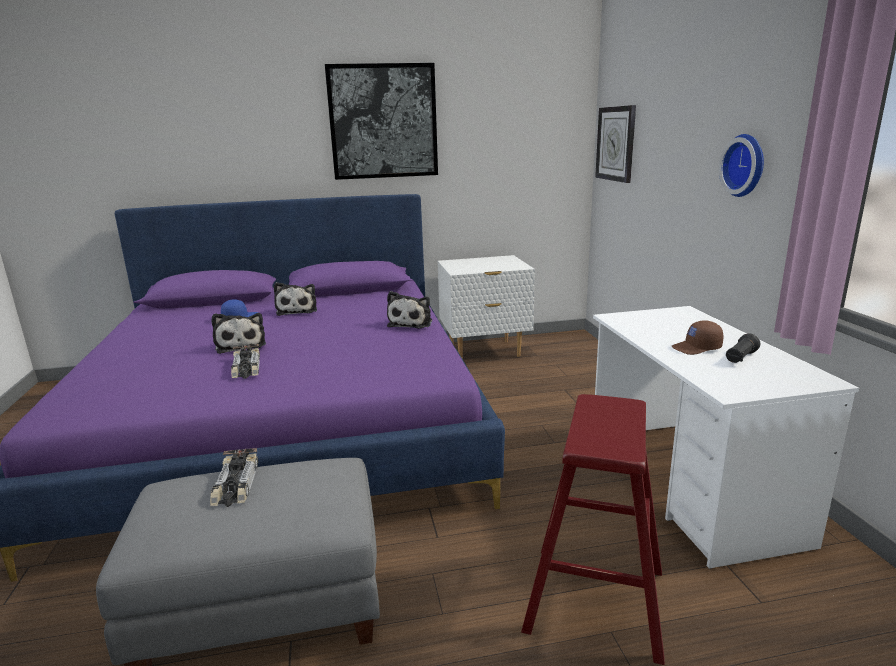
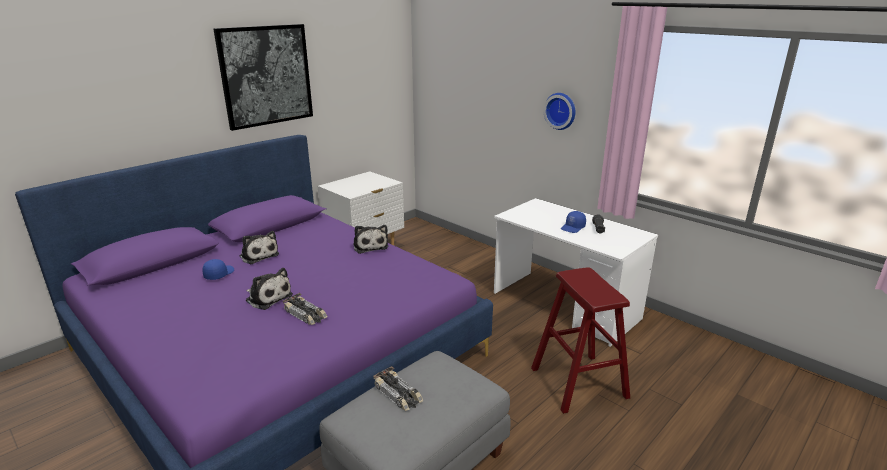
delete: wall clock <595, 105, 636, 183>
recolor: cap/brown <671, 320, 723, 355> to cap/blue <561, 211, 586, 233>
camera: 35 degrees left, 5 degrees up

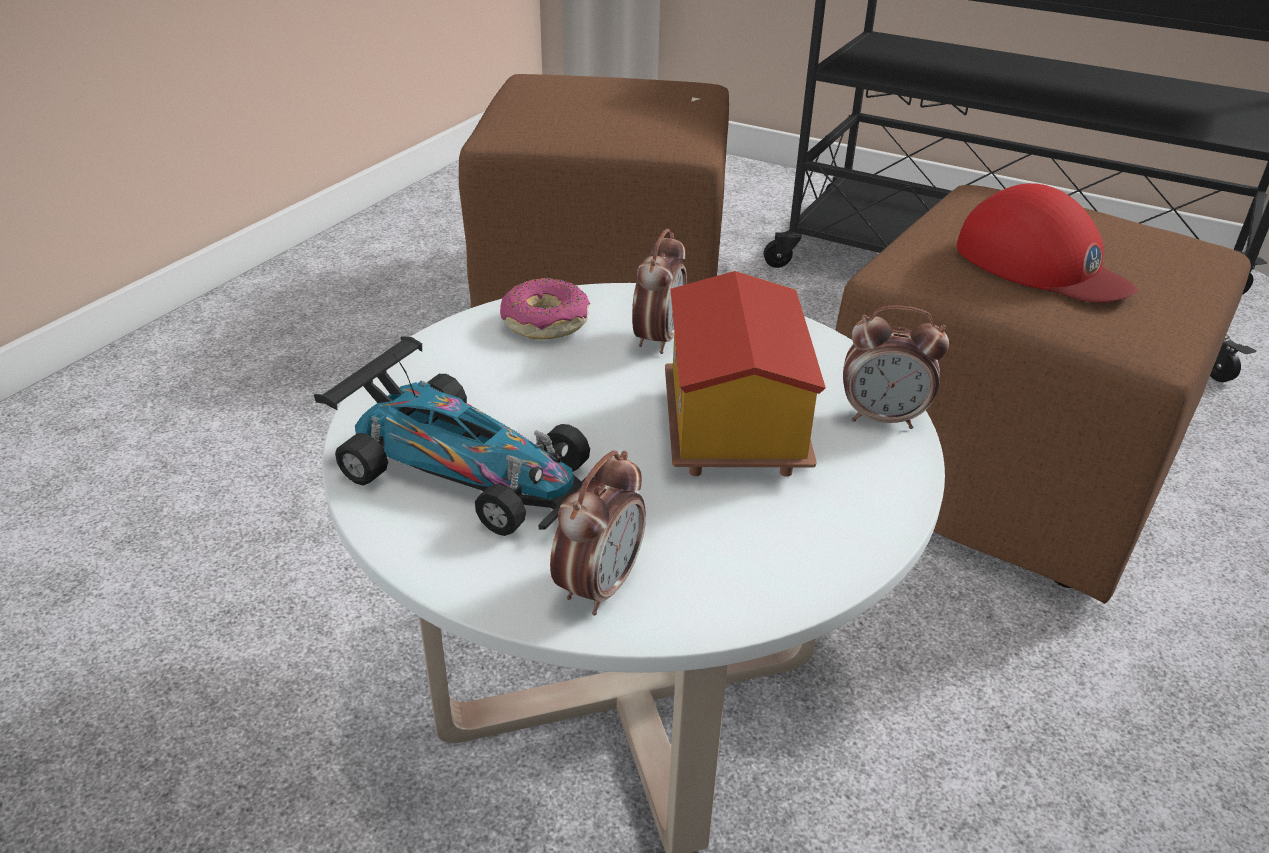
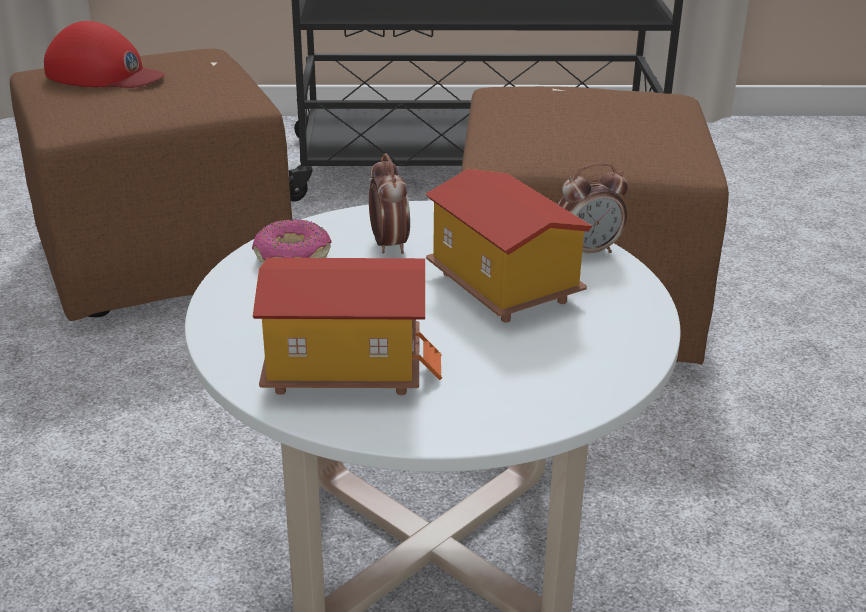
delete: alarm clock <550, 450, 646, 616>
move: cap/red <957, 183, 1137, 303> to <44, 21, 165, 88>
replace: toy car <314, 336, 594, 536> to toy house <253, 258, 442, 395>
camera: 30 degrees left, 5 degrees down

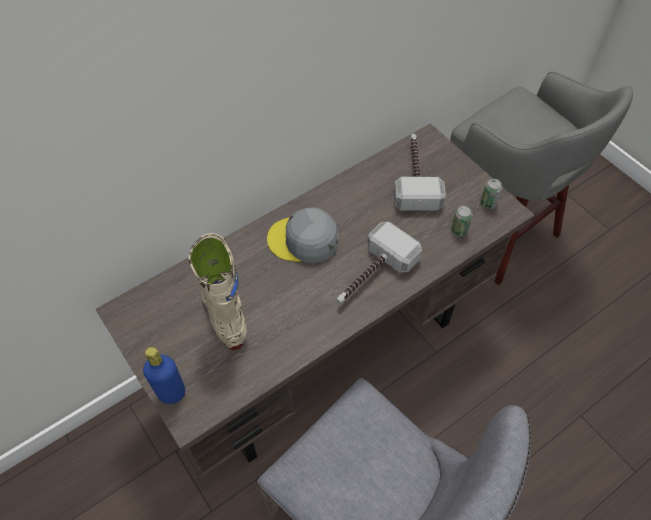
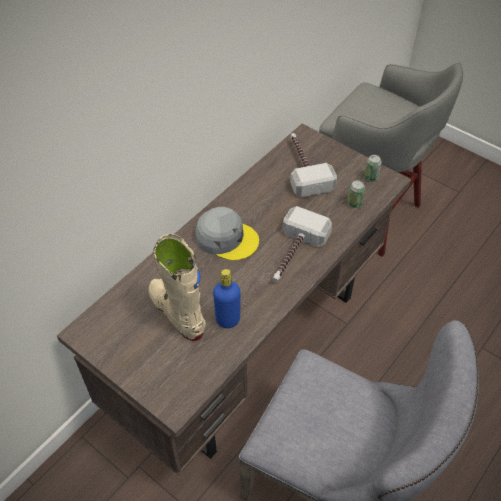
move: bottle/blue <143, 347, 185, 404> to <213, 269, 240, 328>
rotate: cap/grey <267, 207, 338, 263> = <195, 207, 259, 261> 150 degrees counterclockwise
camera: 15 degrees left, 5 degrees down

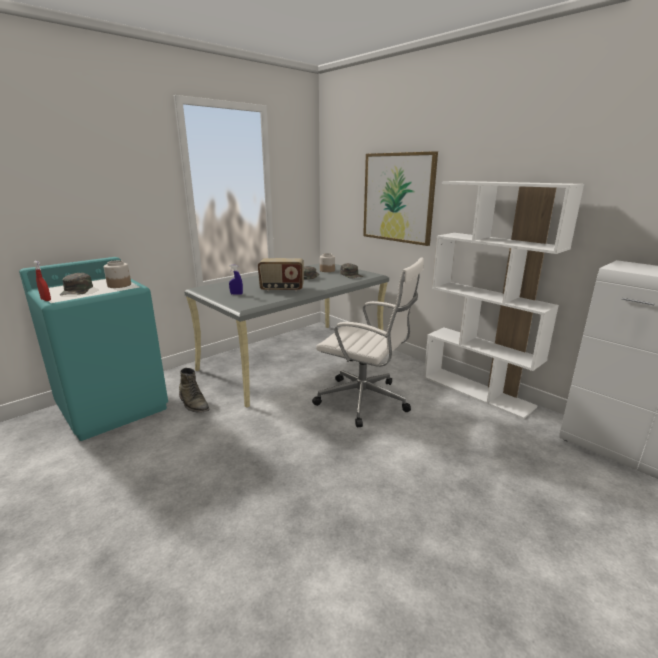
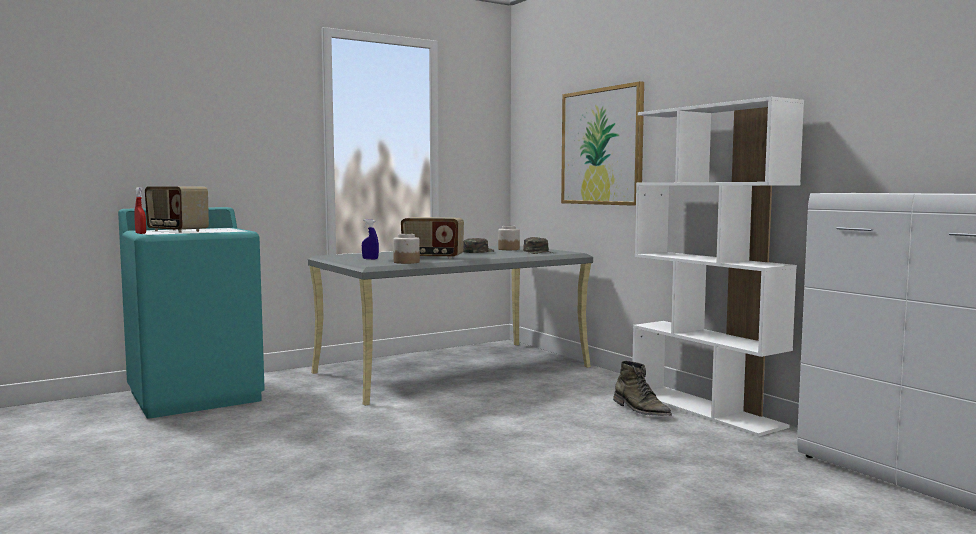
delete: office chair/white <312, 257, 424, 427>
move: jar <104, 260, 131, 288> to <393, 234, 420, 264>; boot/green <179, 368, 209, 413> to <613, 361, 672, 416>
replace: cap/green <60, 273, 93, 295> to radio <145, 186, 209, 233>
camera: 10 degrees right, 15 degrees down

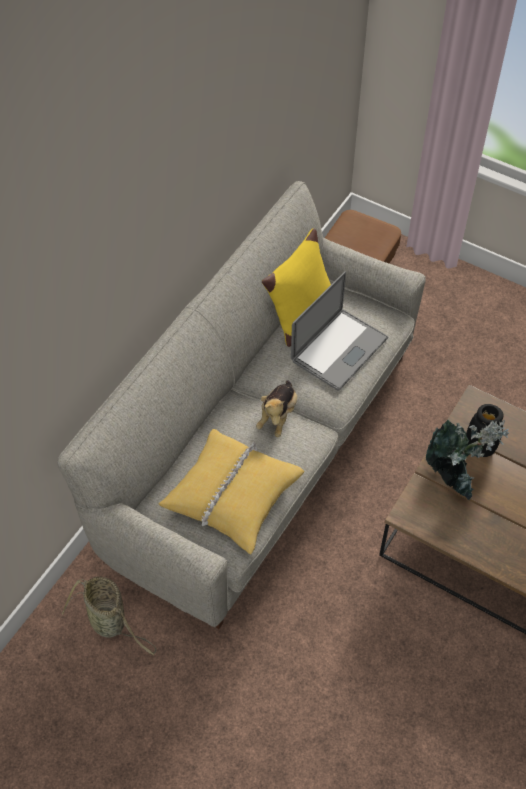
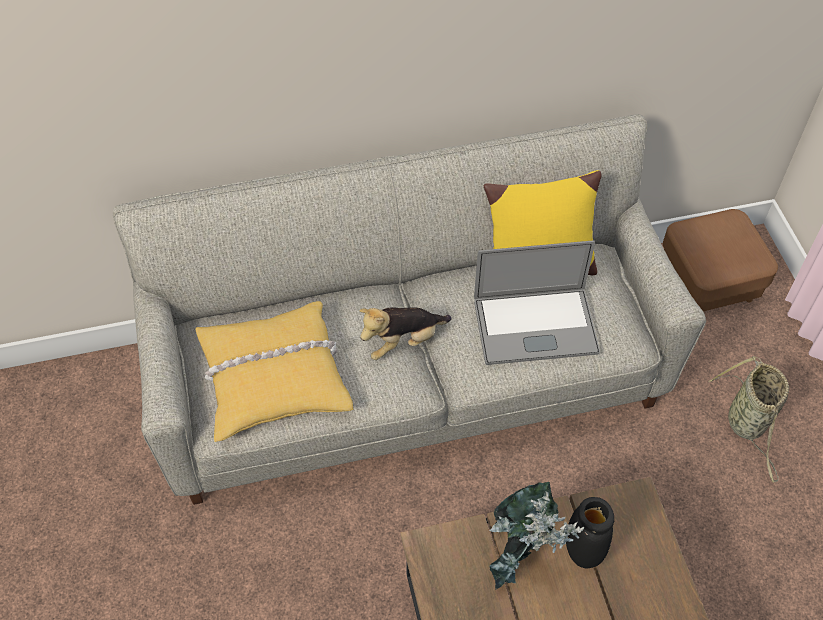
move: basket <62, 577, 157, 655> to <708, 356, 789, 483>
camera: 45 degrees right, 0 degrees up

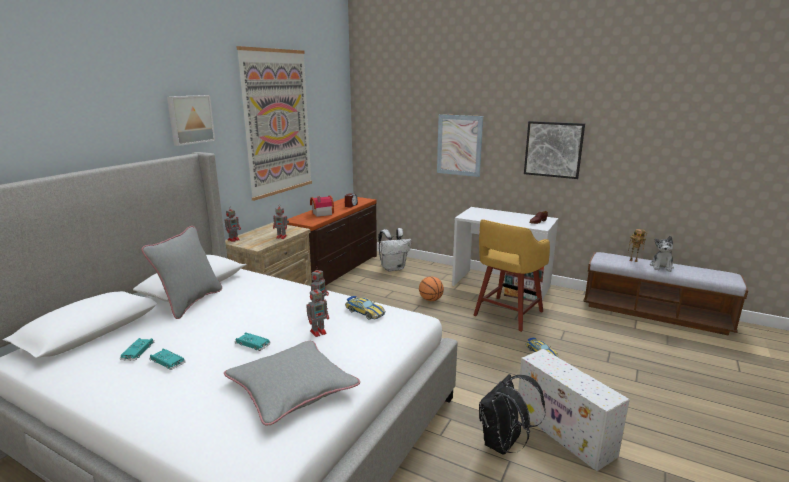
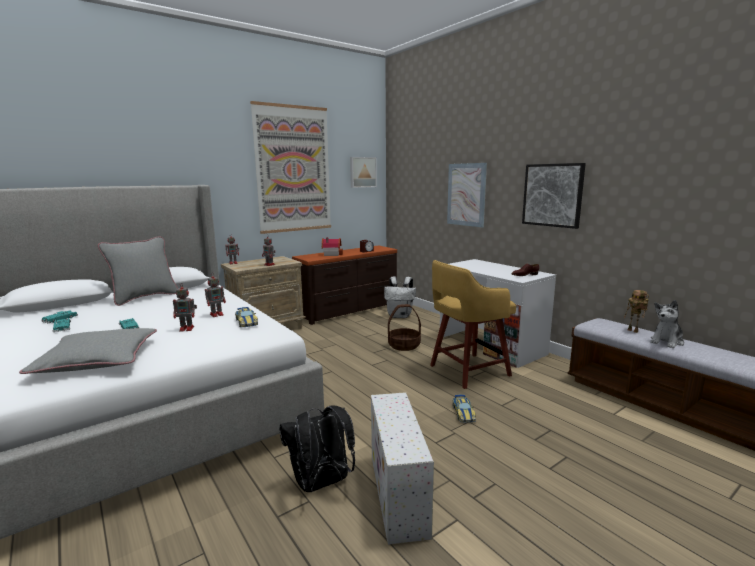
move: picture <167, 95, 215, 146> to <350, 157, 377, 188>
replace: basketball <419, 276, 444, 301> to basket <388, 304, 421, 351>
camera: 25 degrees right, 5 degrees down

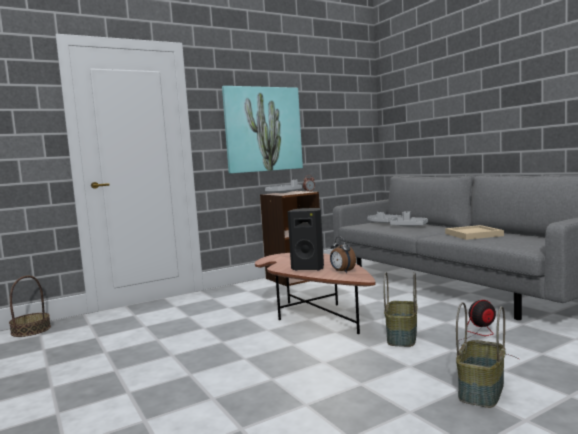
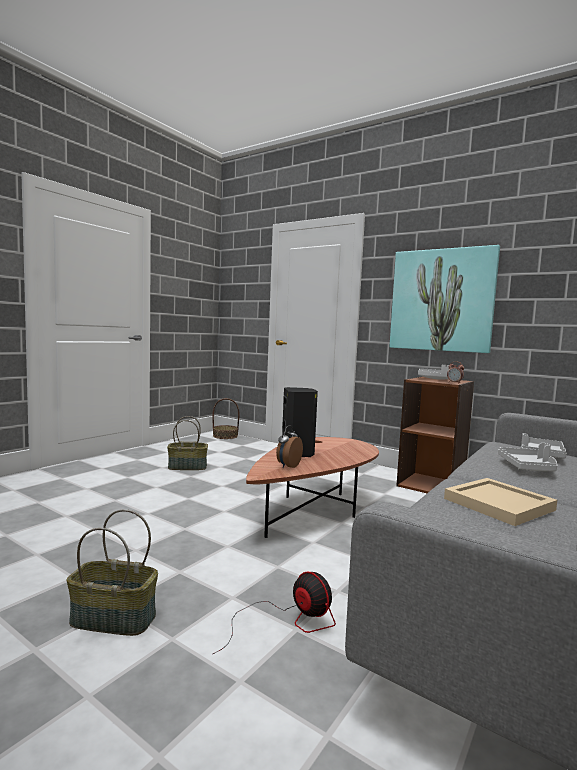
move: basket <383, 272, 418, 347> to <167, 416, 208, 470>
camera: 65 degrees right, 0 degrees up

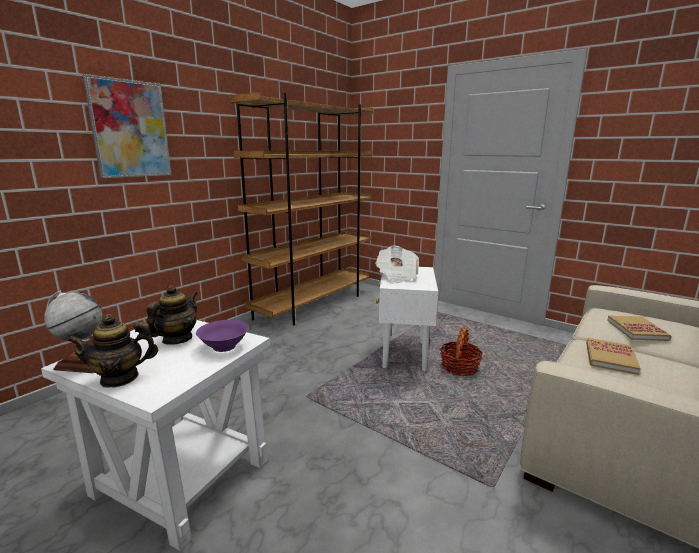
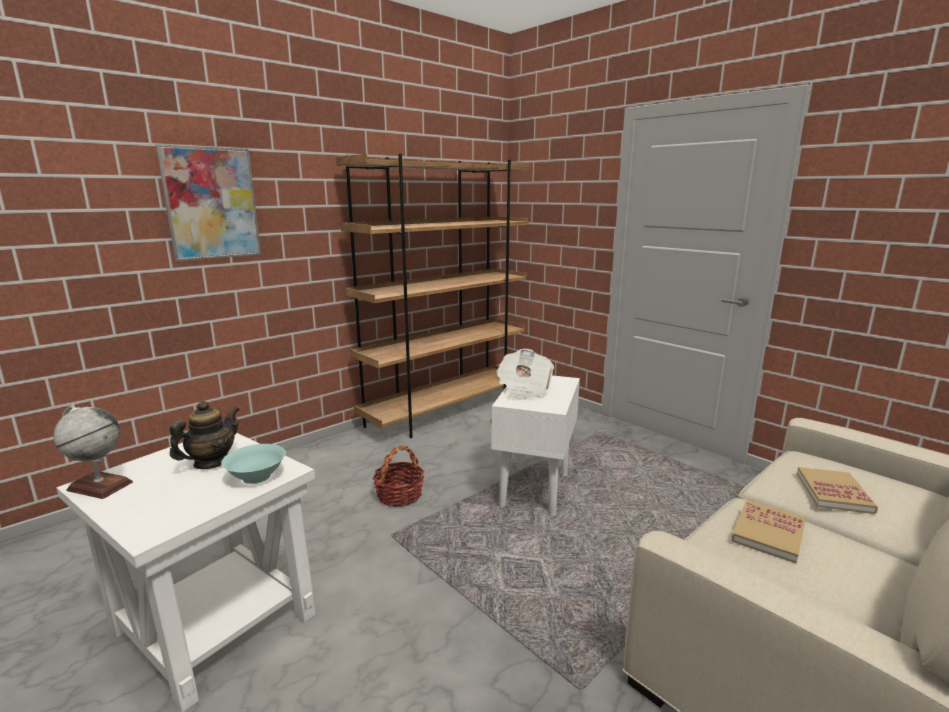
delete: teapot <68, 314, 158, 388>
move: basket <440, 327, 483, 376> to <372, 445, 424, 507>
recolor: bowl/purple <196, 320, 249, 352> to bowl/turquoise <221, 444, 286, 484>
camera: 10 degrees right, 0 degrees up

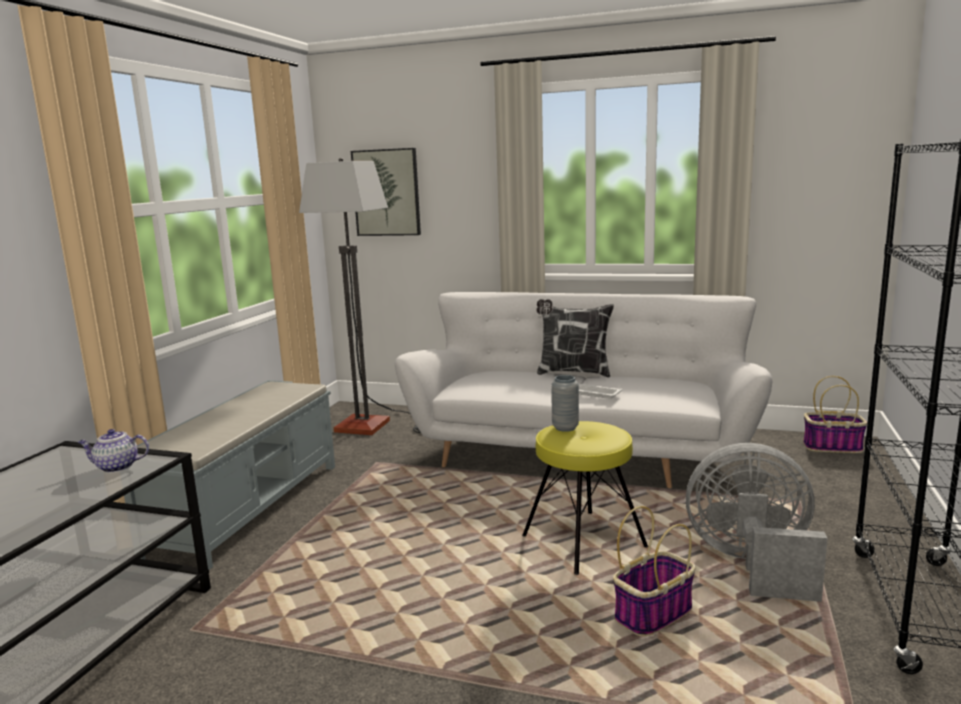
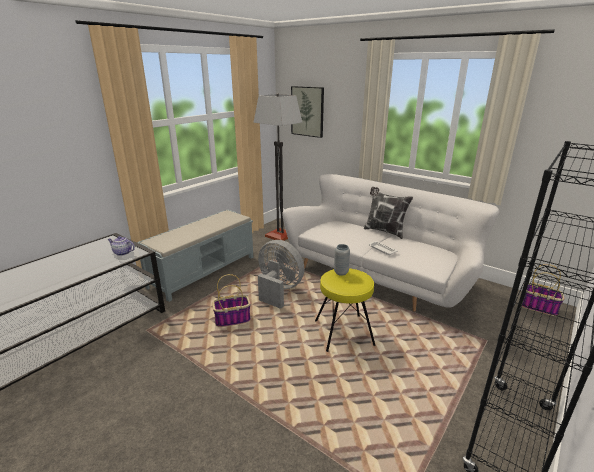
move: fan/grey <686, 443, 828, 602> to <258, 240, 304, 309>; basket <613, 506, 696, 636> to <212, 274, 251, 327>
camera: 20 degrees right, 10 degrees up

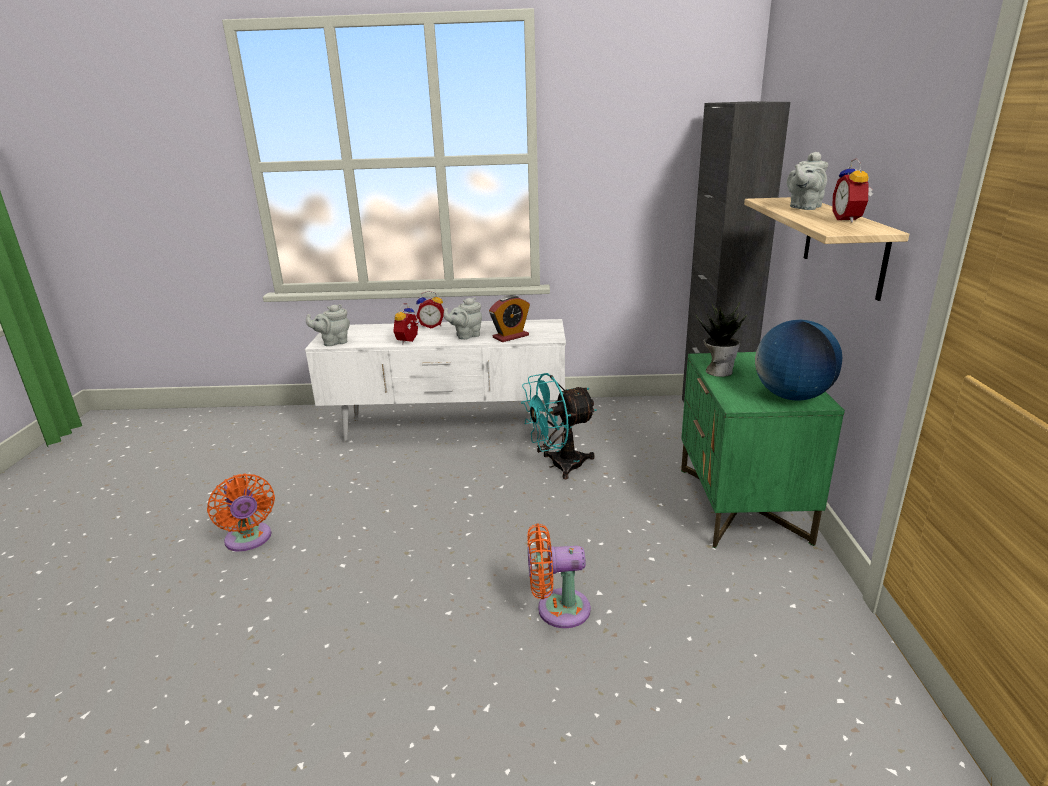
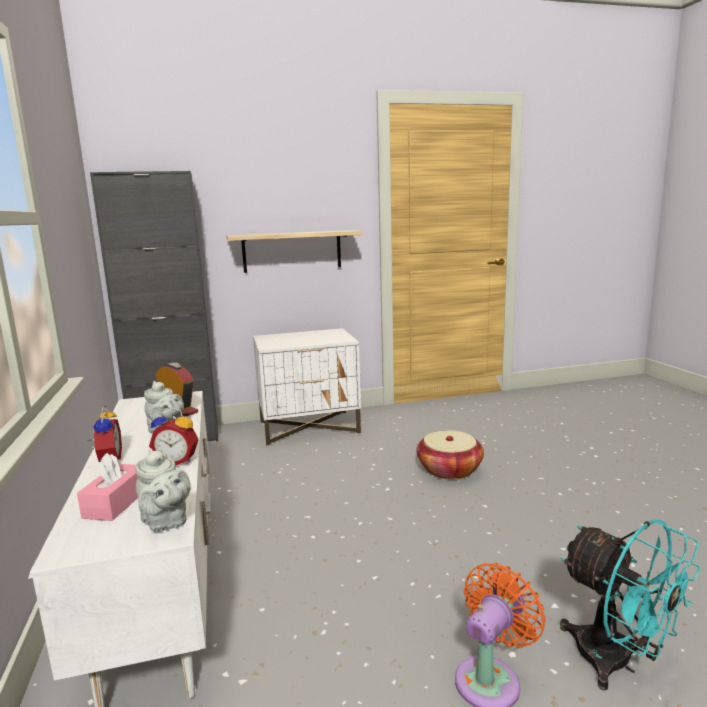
delete: teapot/grey <787, 152, 828, 210>; alarm clock <833, 158, 873, 223>; potted plant <696, 302, 747, 377>; globe <755, 320, 842, 401>
insert: tissue box/pink <77, 453, 138, 521>
move: fan/turquoise <521, 373, 597, 479> to <560, 519, 701, 690>
replace: fan/orange <527, 524, 591, 628> to basket <416, 430, 484, 480>
recolor: nightstand/green <681, 352, 845, 548> to nightstand/white <253, 328, 361, 446>
camera: 105 degrees left, 10 degrees down

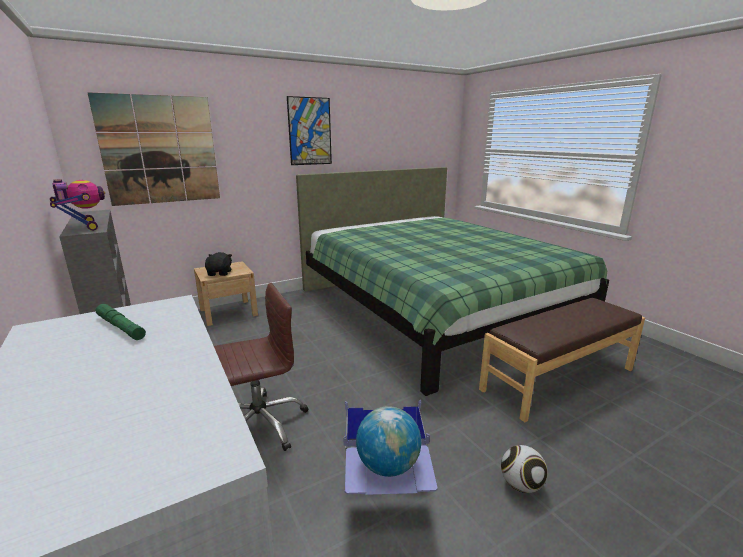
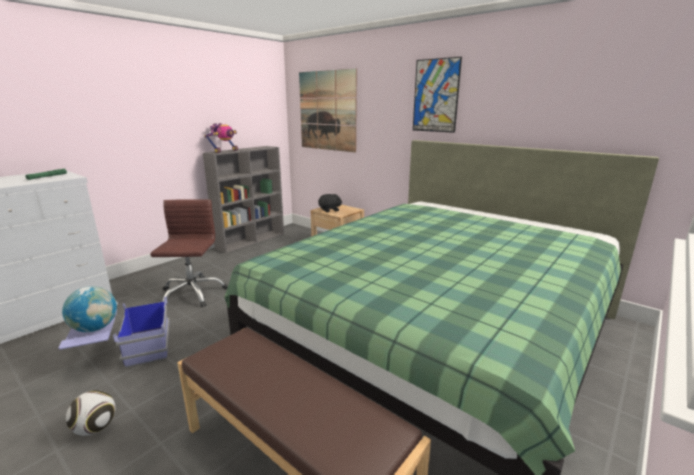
rotate: office chair/brown <214, 283, 308, 451> = <150, 199, 228, 307> 135 degrees counterclockwise
camera: 70 degrees right, 0 degrees up

